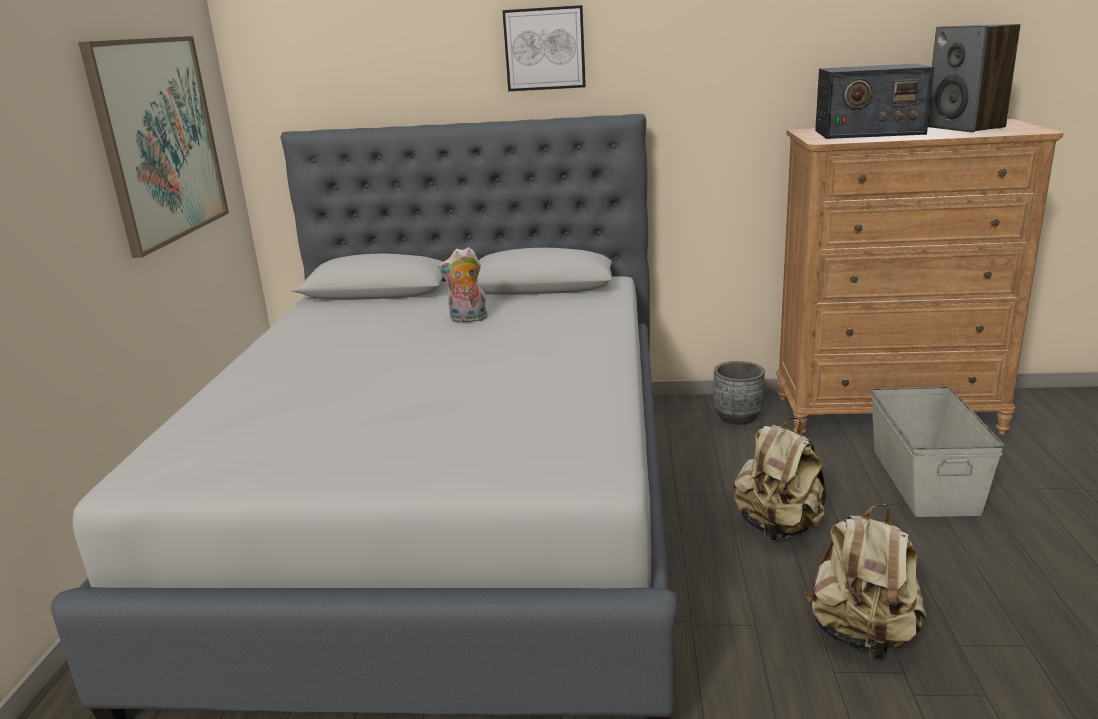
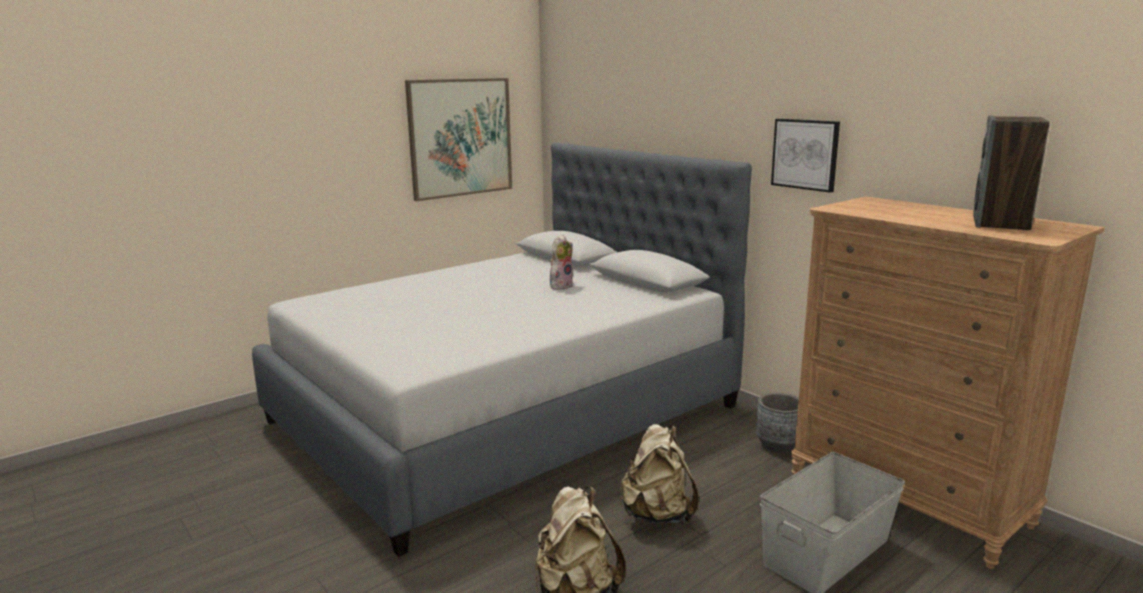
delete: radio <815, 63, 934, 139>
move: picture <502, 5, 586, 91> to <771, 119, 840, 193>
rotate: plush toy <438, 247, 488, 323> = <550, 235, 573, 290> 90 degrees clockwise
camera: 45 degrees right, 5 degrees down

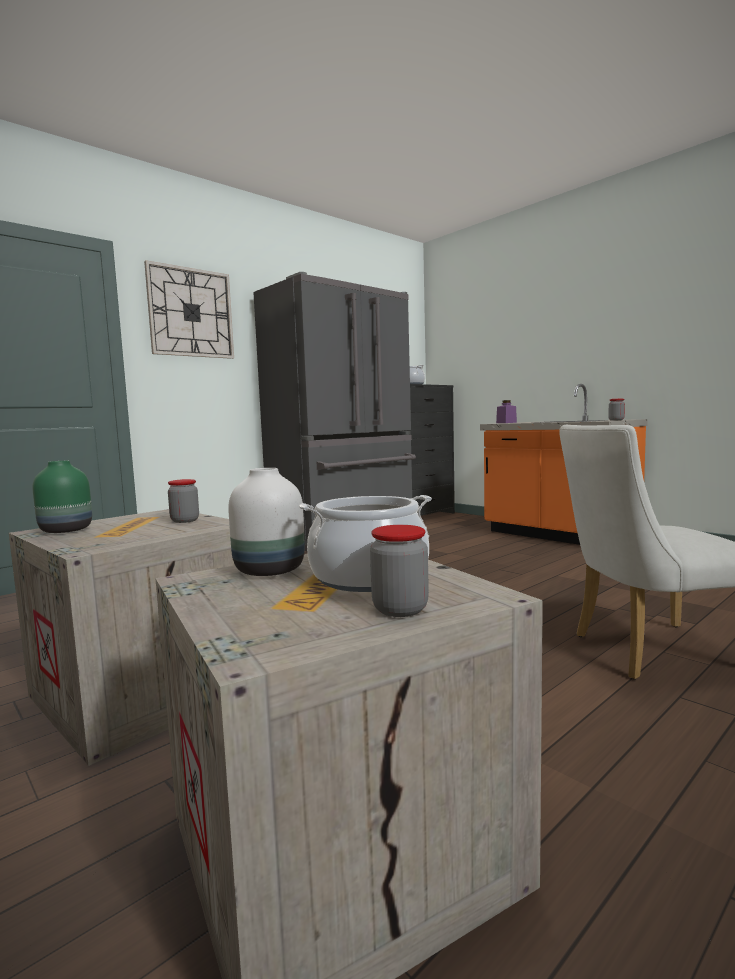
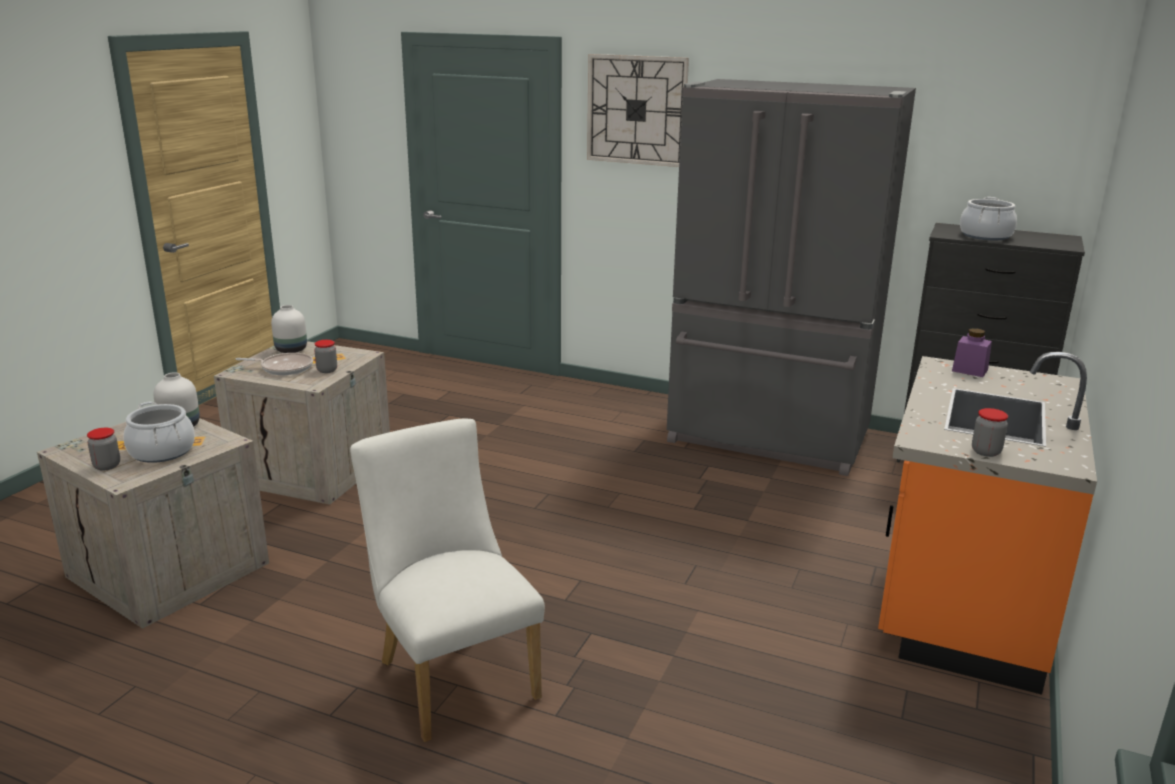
insert: frying pan <235, 353, 313, 375>
recolor: vase/green <32, 461, 92, 533> to vase/white <271, 305, 307, 353>
camera: 65 degrees right, 15 degrees up

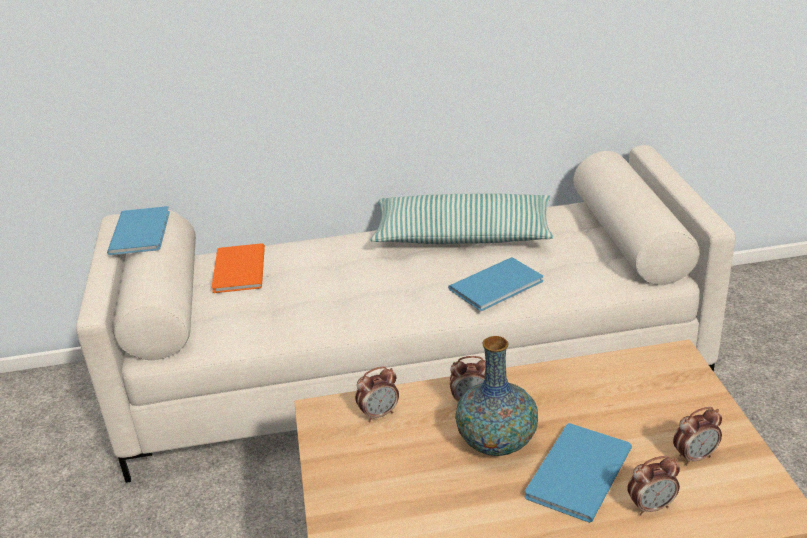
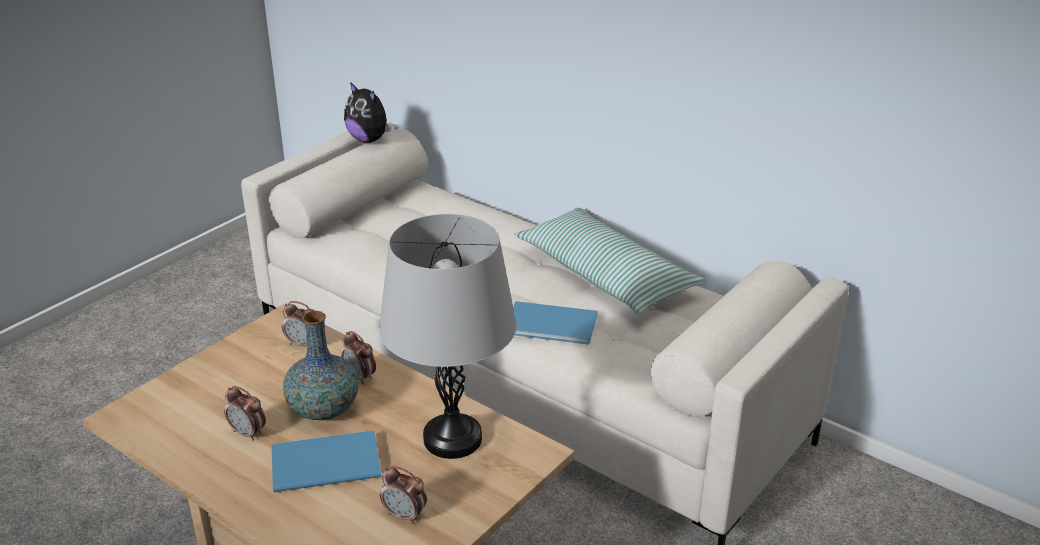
delete: book/orange <211, 243, 265, 293>
insert: table lamp/grey <379, 214, 517, 459>
move: alarm clock <627, 456, 680, 515> to <224, 386, 266, 441>
replace: book/blue <107, 206, 170, 255> to plush toy <344, 82, 394, 143>
camera: 45 degrees right, 0 degrees up

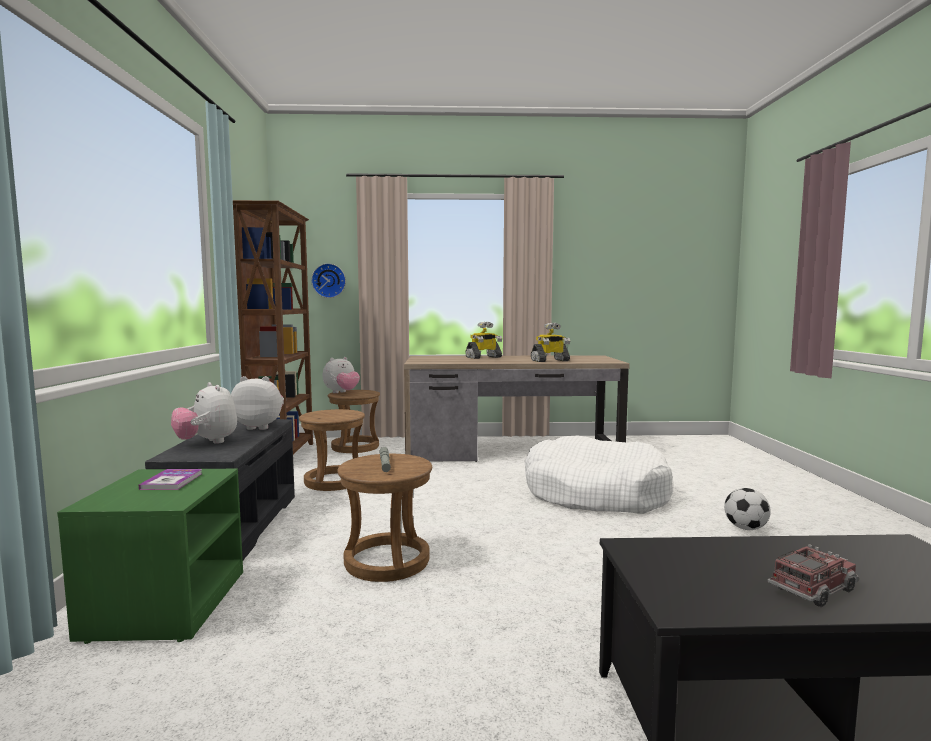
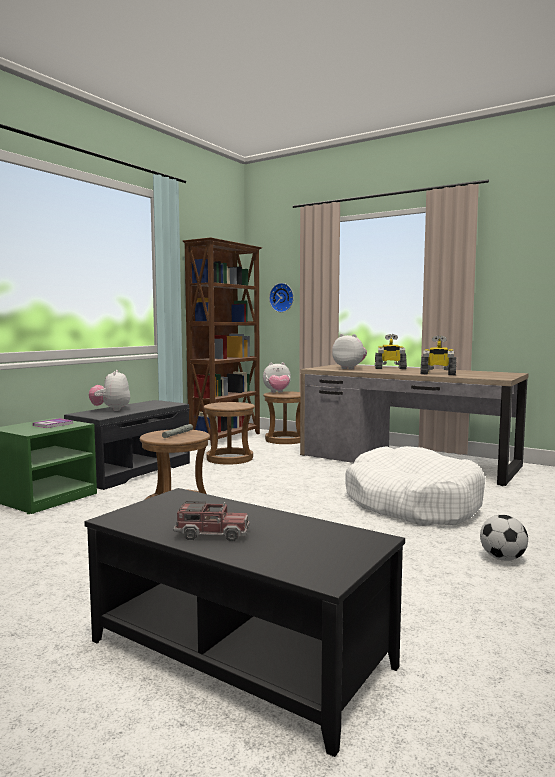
move: plush toy <231, 376, 284, 430> to <332, 334, 367, 370>
camera: 35 degrees right, 0 degrees up

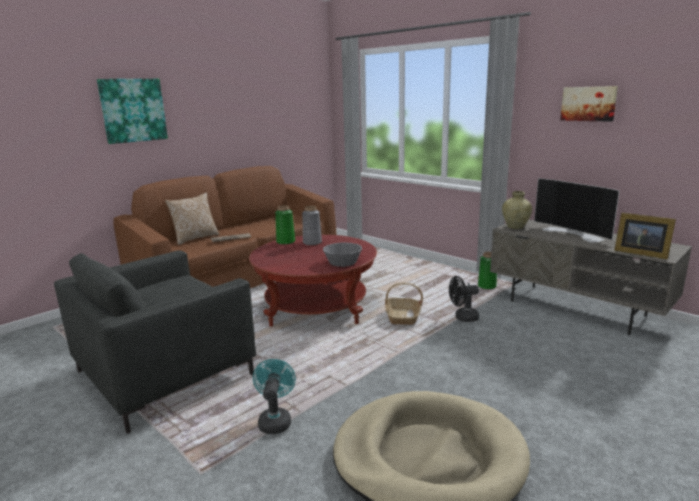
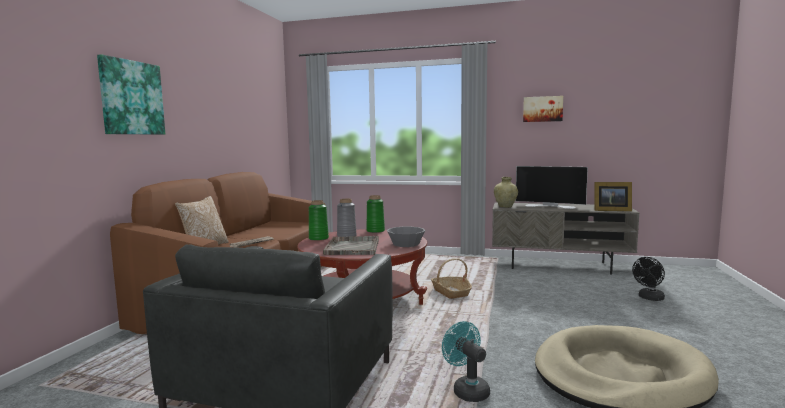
insert: tray/grey <323, 236, 379, 255>
move: vase/green <478, 252, 497, 289> to <366, 195, 385, 233>; fan/black <449, 276, 479, 322> to <632, 257, 665, 301>
camera: 30 degrees left, 10 degrees down

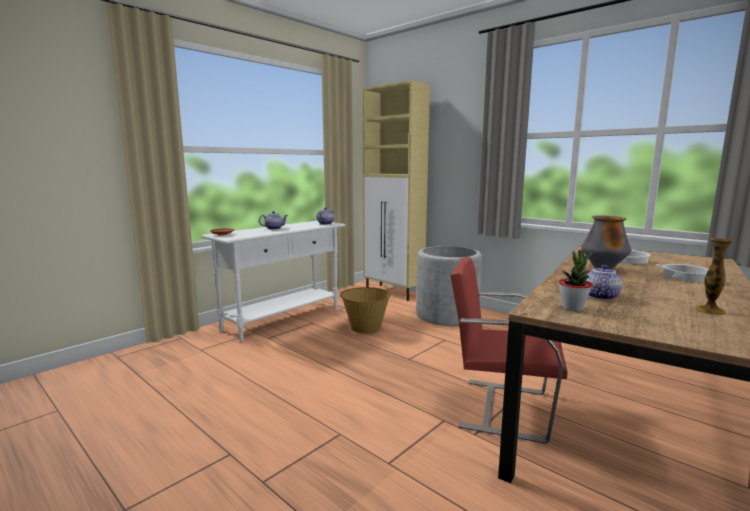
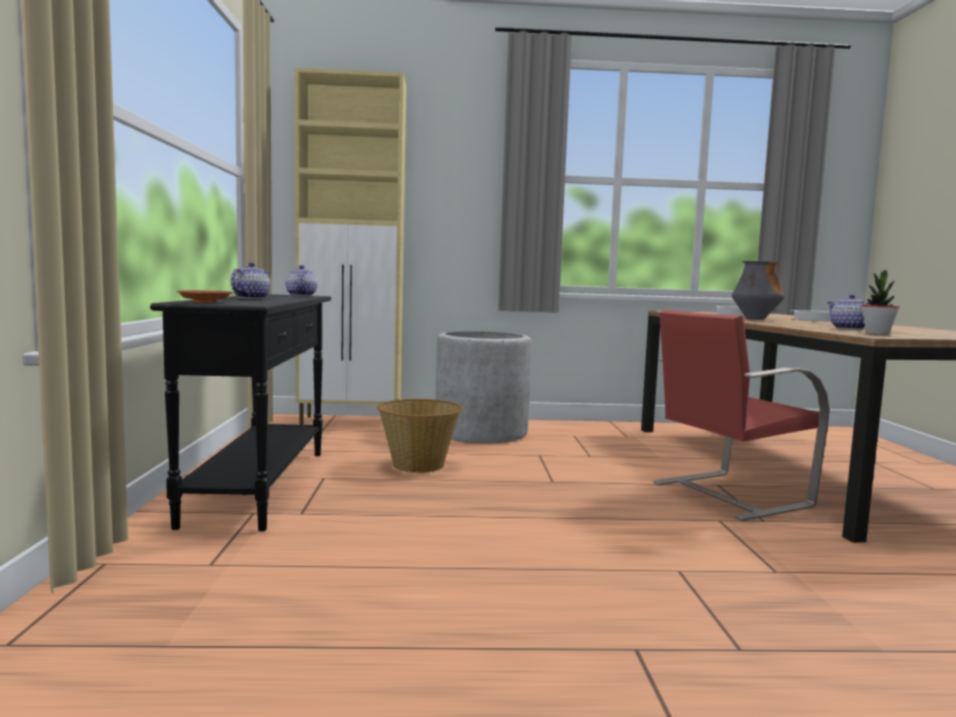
delete: vase <695, 238, 733, 315>
recolor: console table/white <201, 221, 345, 342> to console table/black <150, 294, 331, 531>
camera: 45 degrees left, 5 degrees down

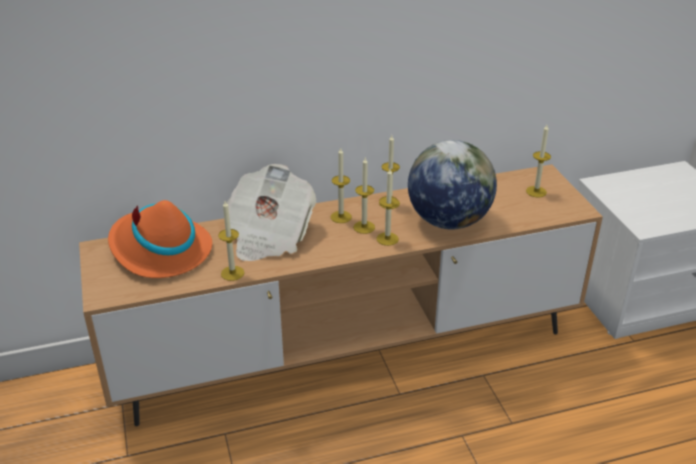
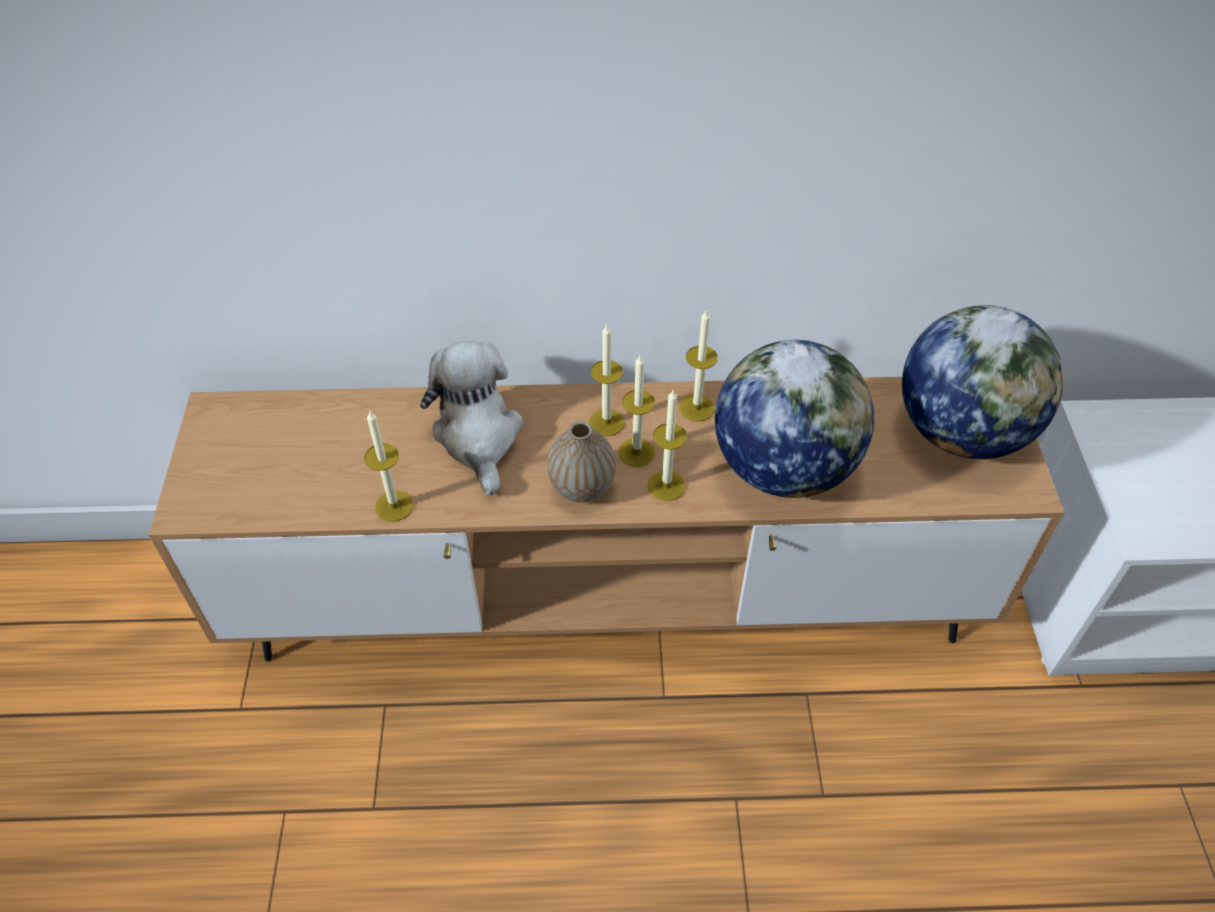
delete: hat/orange <108, 200, 212, 278>
insert: vase <547, 421, 616, 503>
replace: candle <526, 125, 551, 197> to globe <902, 305, 1064, 459>; newspaper <227, 164, 316, 261> to plush toy <420, 341, 523, 496>
camera: 15 degrees right, 15 degrees up

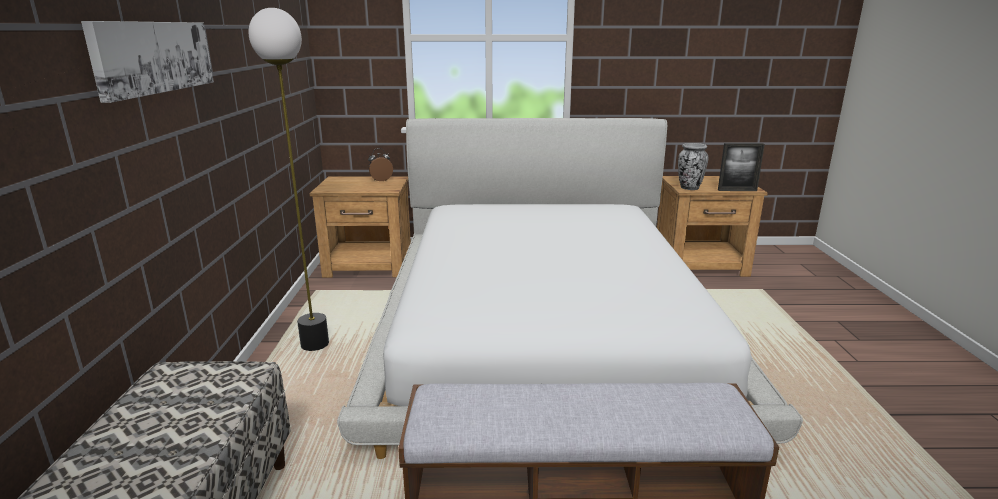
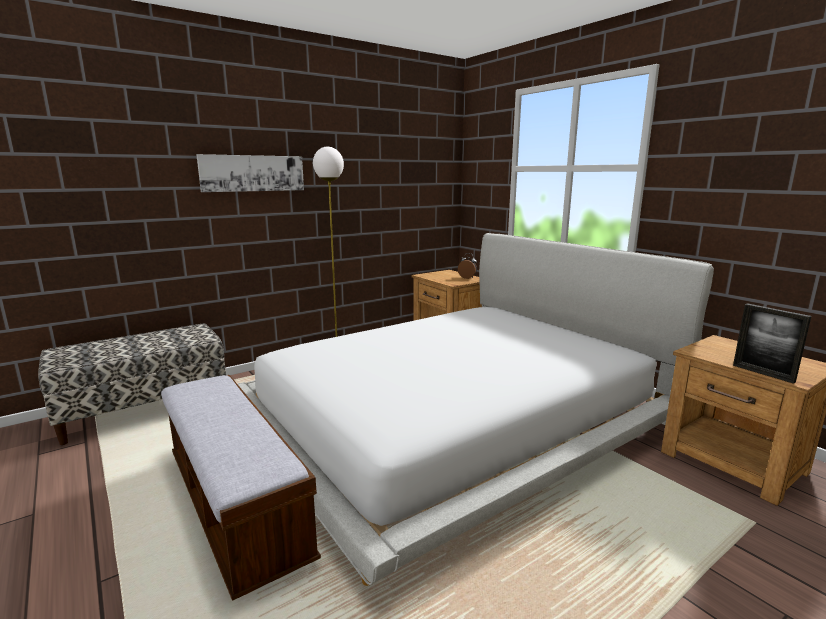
delete: vase <678, 143, 708, 190>
camera: 55 degrees right, 5 degrees down

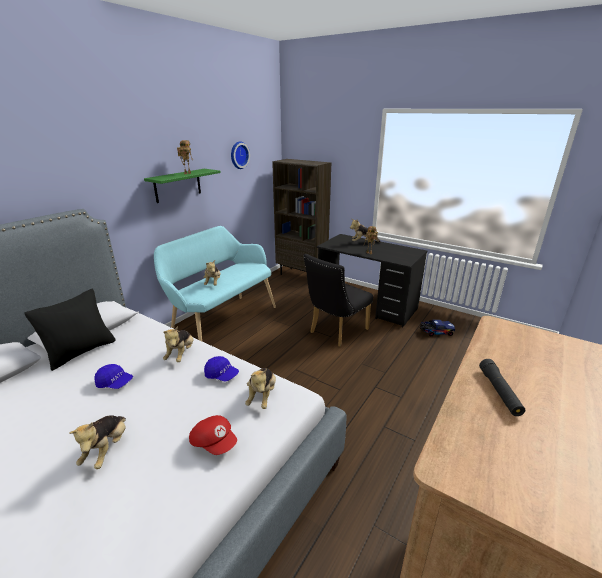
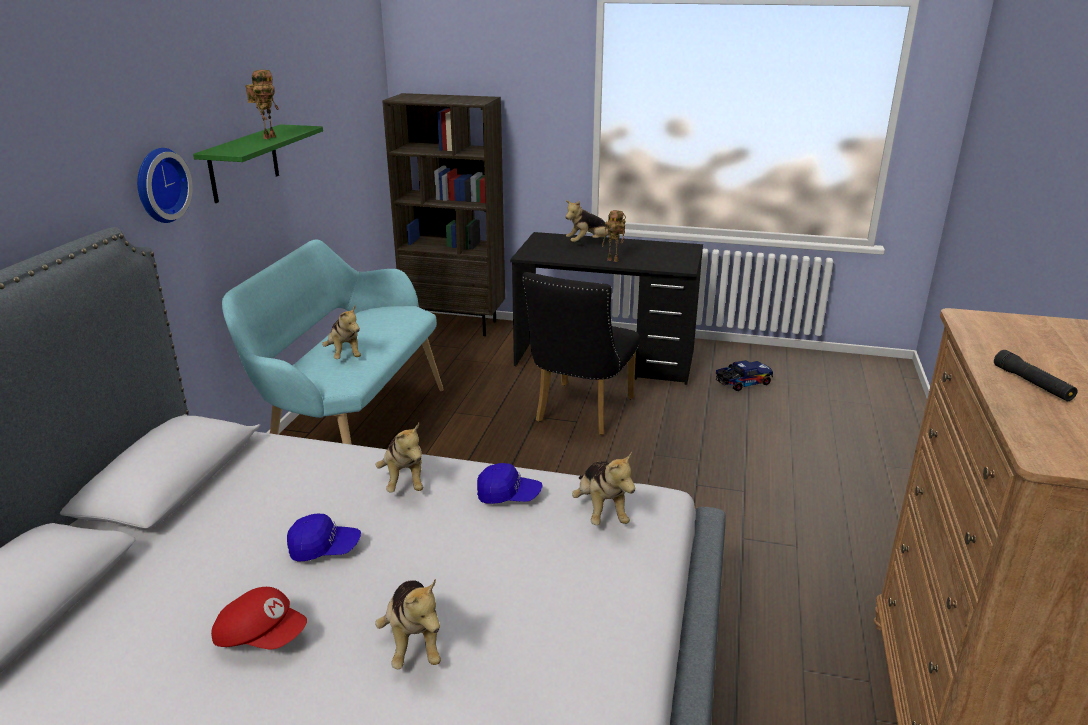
delete: pillow/black <24, 288, 115, 371>
move: wall clock <231, 141, 250, 169> to <137, 148, 192, 223>; cap/red <189, 415, 237, 455> to <211, 587, 307, 649>
camera: 20 degrees left, 0 degrees up

